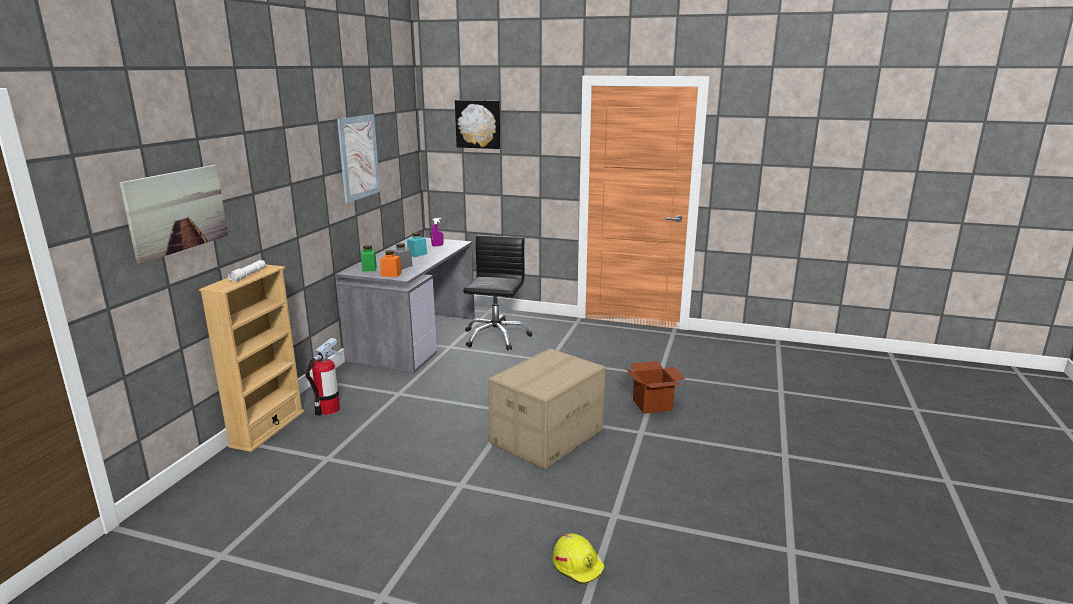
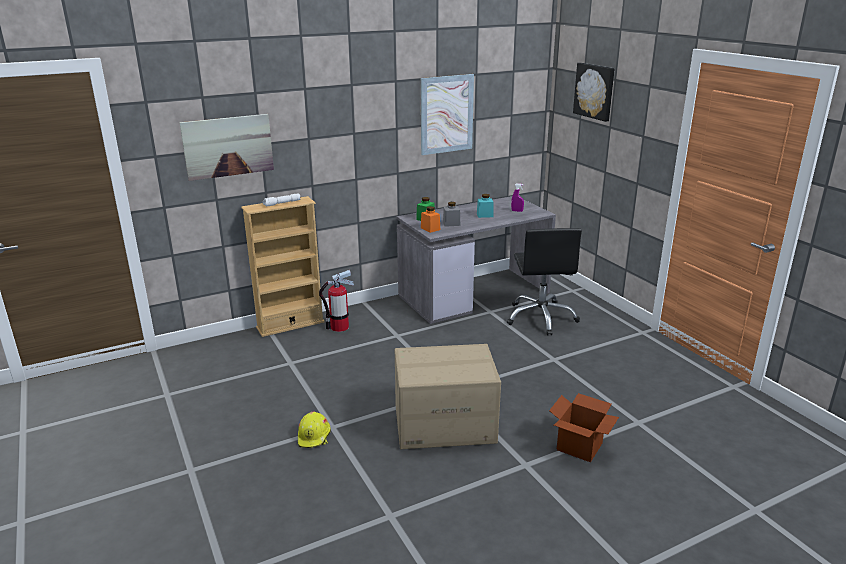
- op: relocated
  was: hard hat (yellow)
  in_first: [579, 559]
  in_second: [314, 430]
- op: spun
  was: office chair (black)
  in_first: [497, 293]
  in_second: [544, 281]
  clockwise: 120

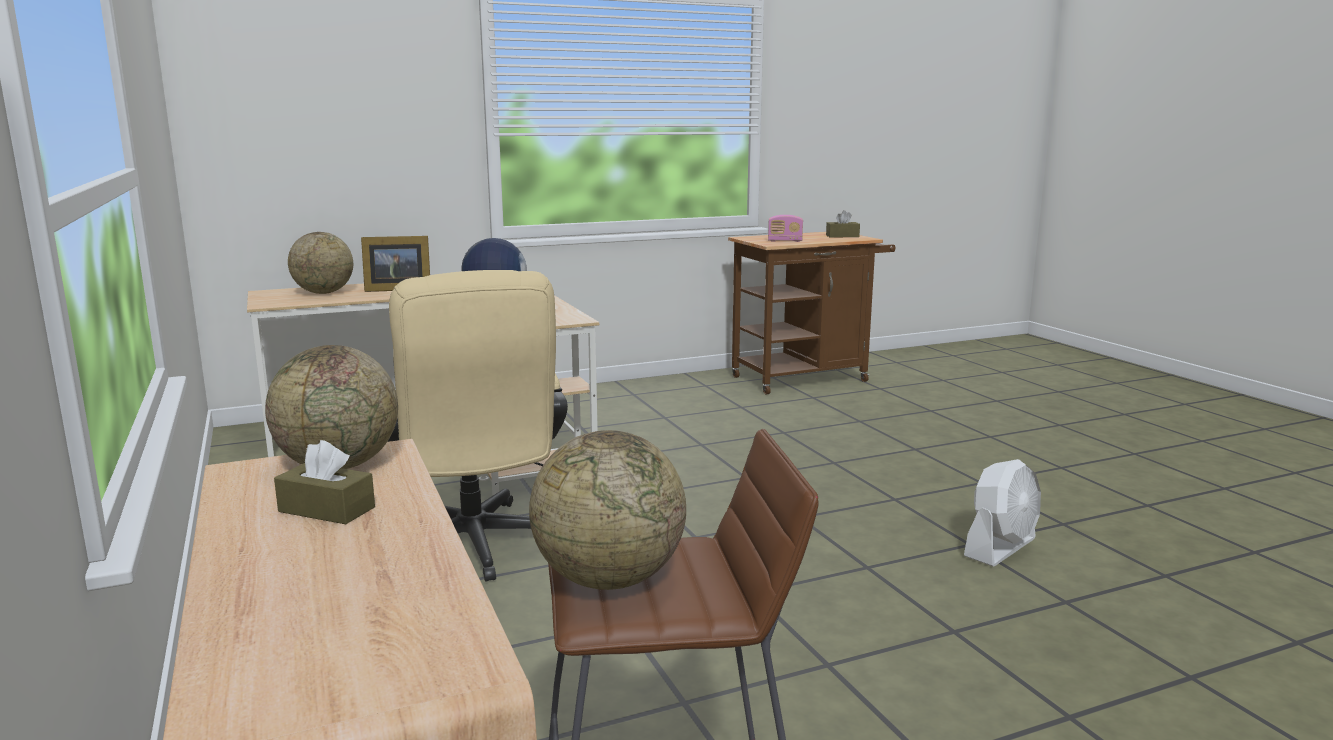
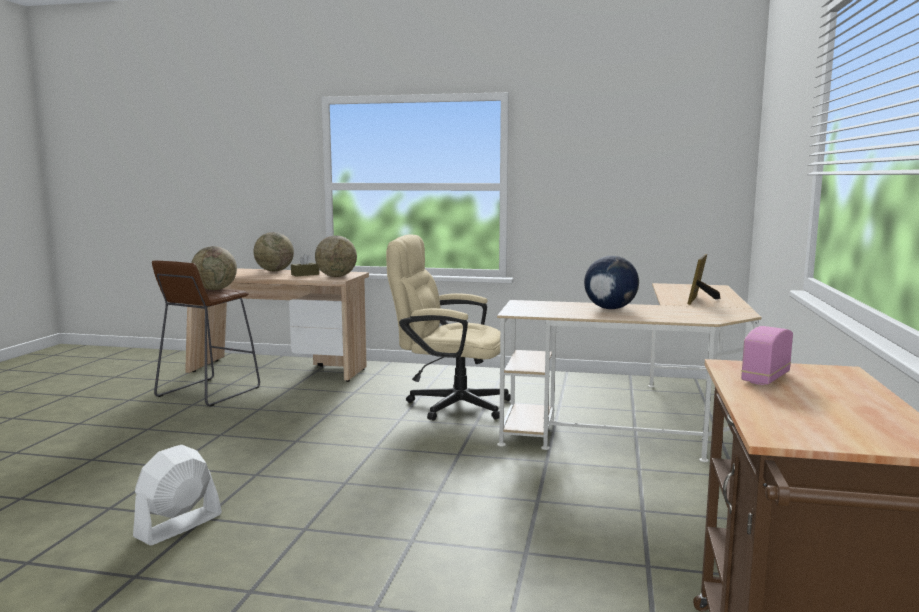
- op: spun
  was: fan (white)
  in_first: [1002, 513]
  in_second: [177, 495]
  clockwise: 45
- op: relocated
  was: globe
  in_first: [320, 263]
  in_second: [273, 251]
- op: missing
  was: tissue box (brown)
  in_first: [843, 223]

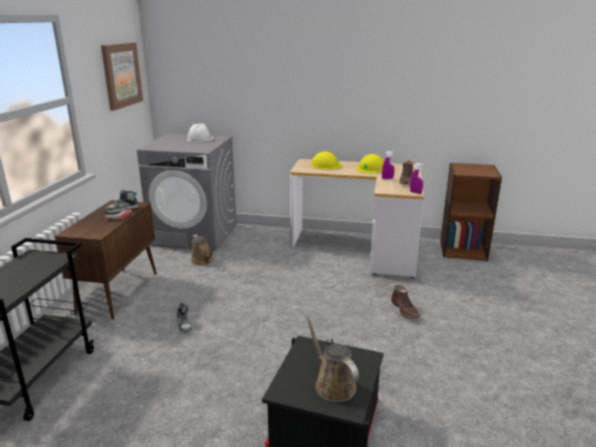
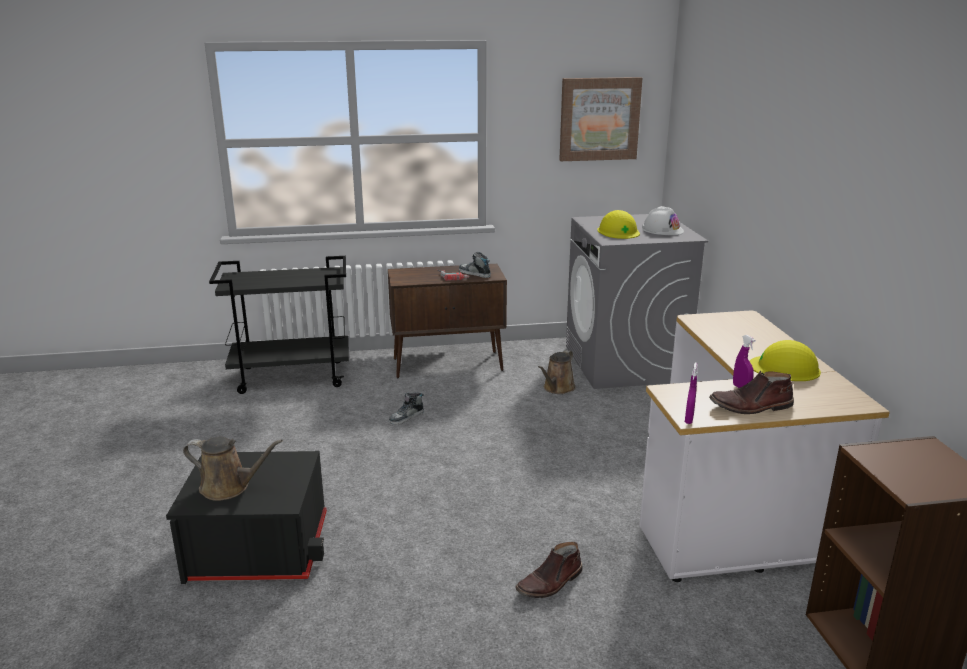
- op: spun
  was: watering can (brown)
  in_first: [332, 358]
  in_second: [233, 469]
  clockwise: 60
- op: relocated
  was: hard hat (yellow)
  in_first: [326, 160]
  in_second: [618, 224]

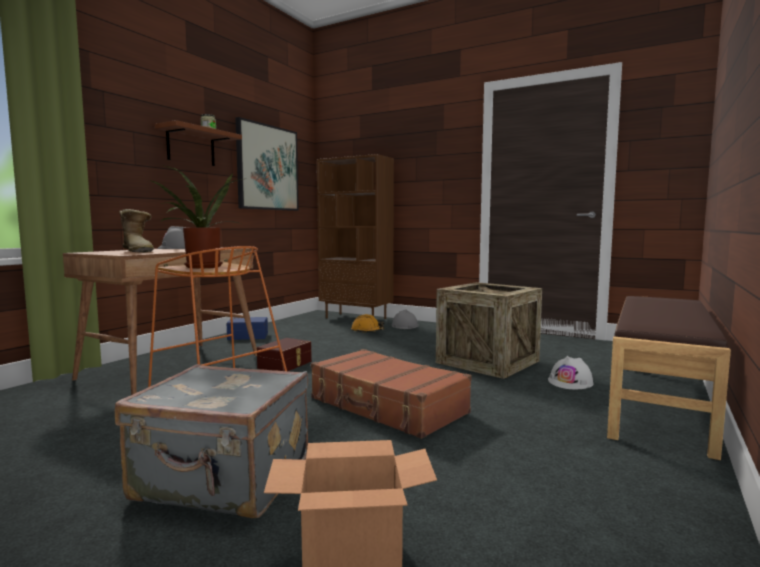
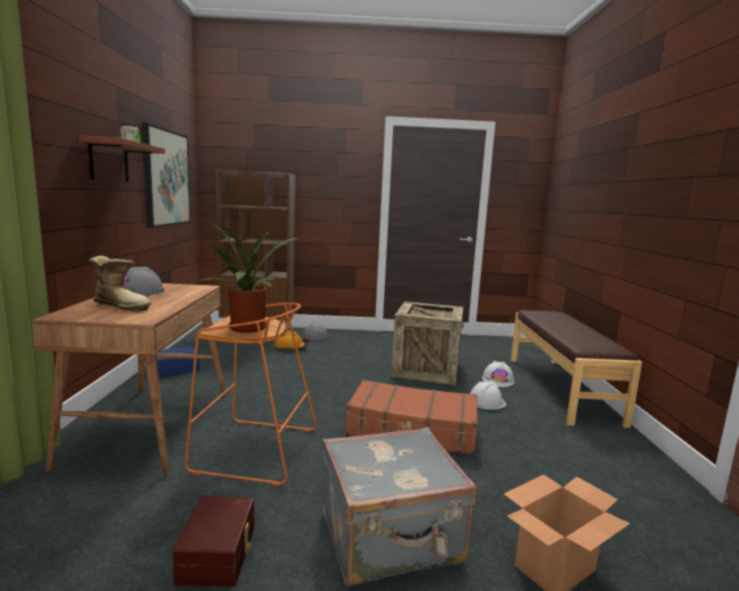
- op: relocated
  was: storage box (brown)
  in_first: [284, 354]
  in_second: [213, 541]
- op: appeared
  now: hard hat (white)
  in_second: [488, 395]

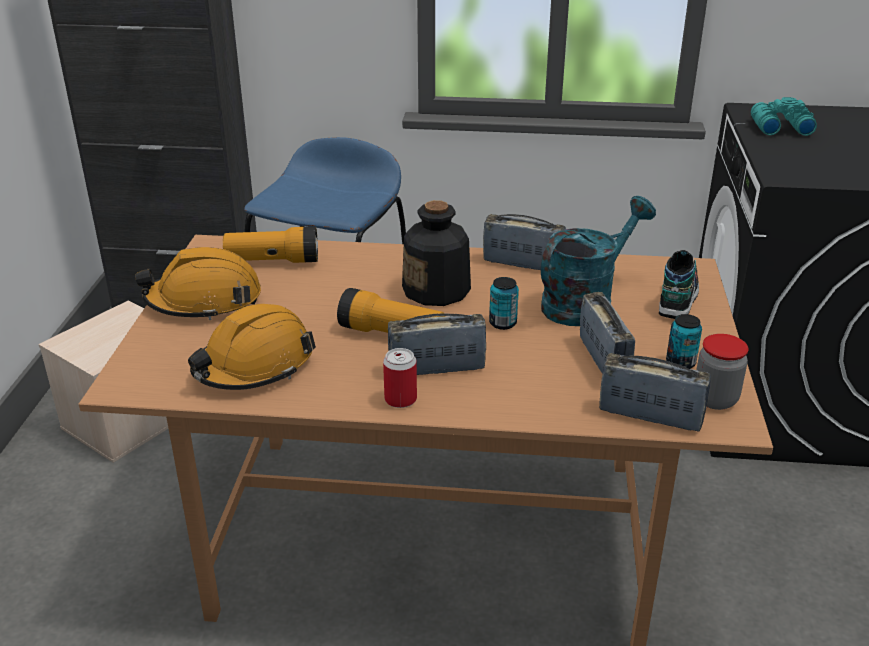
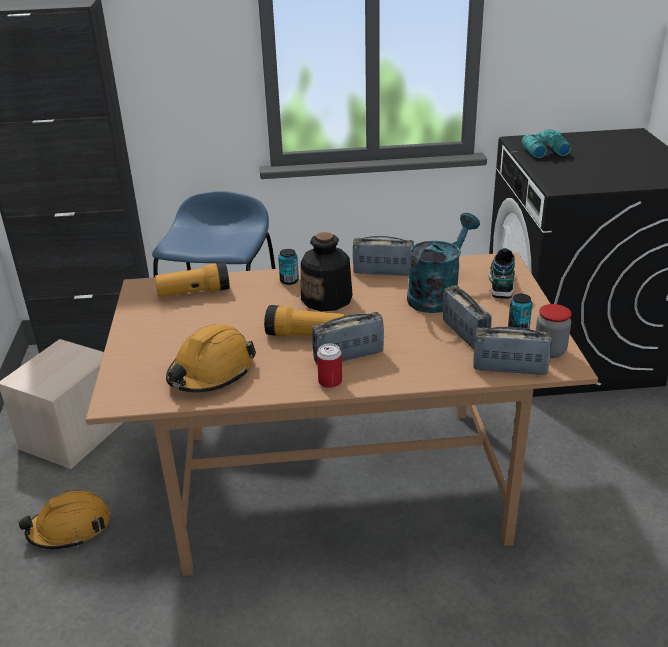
- op: relocated
  was: hard hat (orange)
  in_first: [198, 283]
  in_second: [64, 519]
- op: relocated
  was: can
  in_first: [504, 303]
  in_second: [288, 267]

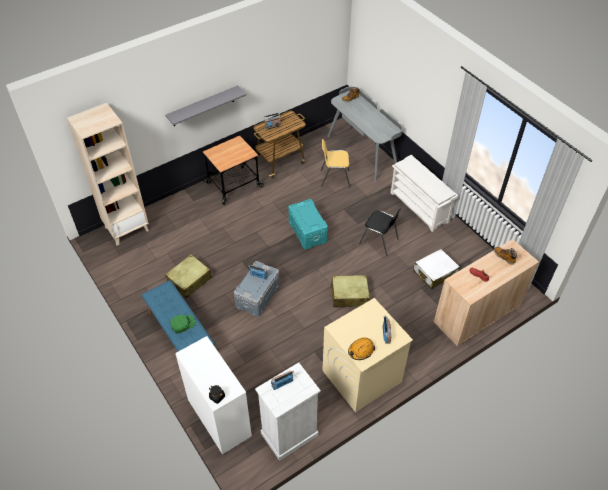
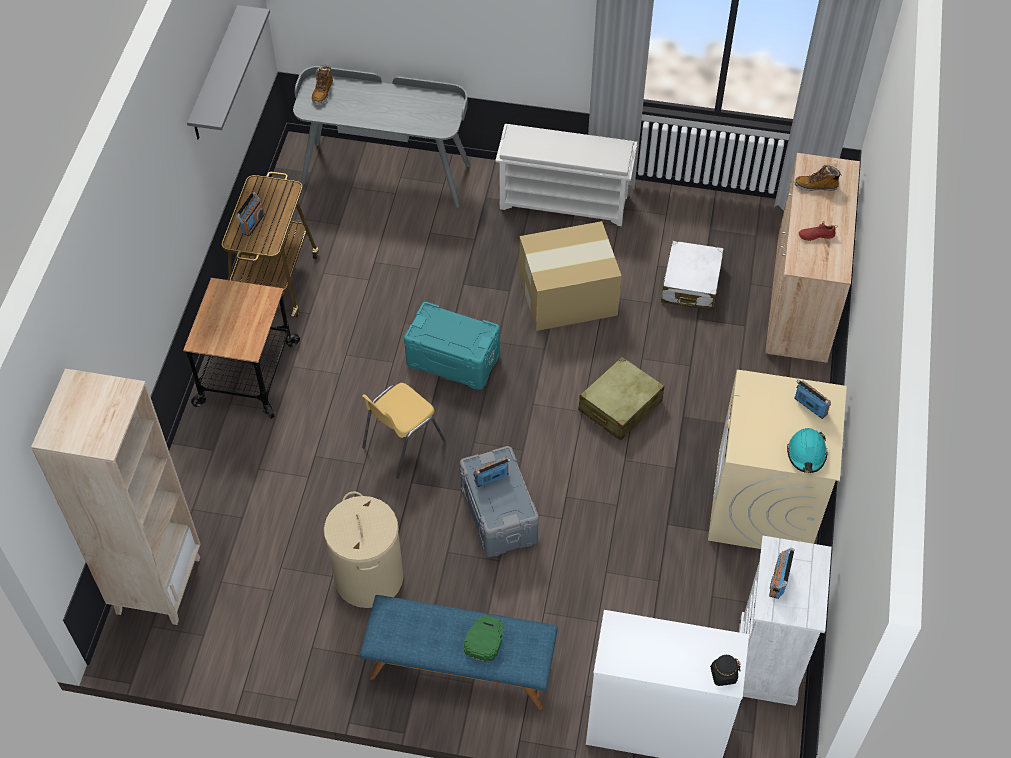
- op: relocated
  was: shelf (grey)
  in_first: [206, 105]
  in_second: [228, 72]
- op: exchanged
  was: suitcase (beige)
  now: laundry basket (beige)
  in_first: [188, 276]
  in_second: [363, 549]
- op: relocated
  was: chair (yellow)
  in_first: [335, 163]
  in_second: [404, 430]
- op: exchanged
  was: chair (black)
  now: cardboard box
  in_first: [380, 232]
  in_second: [570, 276]
- op: colour
  was: hard hat (orange)
  now: hard hat (turquoise)
  in_first: [361, 349]
  in_second: [807, 450]

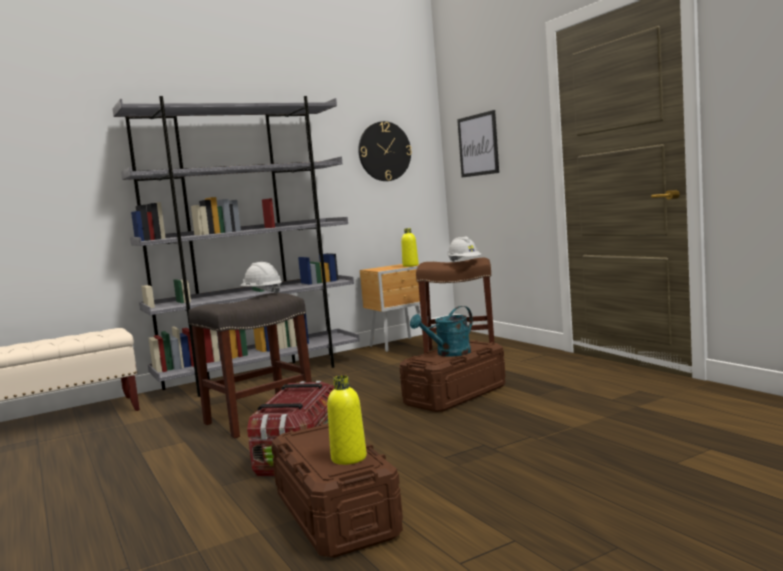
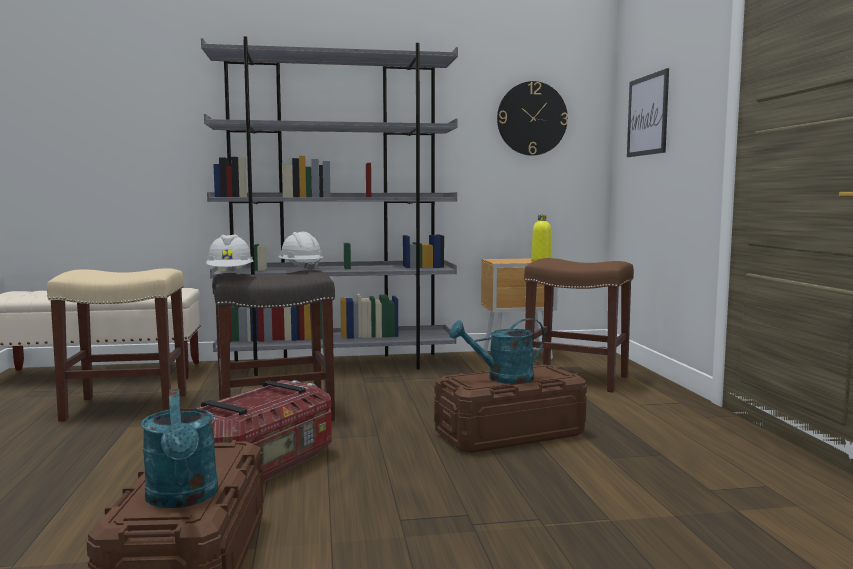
- op: appeared
  now: stool (beige)
  in_second: [117, 344]
- op: exchanged
  was: bottle (yellow)
  now: watering can (turquoise)
  in_first: [347, 420]
  in_second: [179, 448]
- op: relocated
  was: hard hat (white)
  in_first: [464, 249]
  in_second: [230, 253]

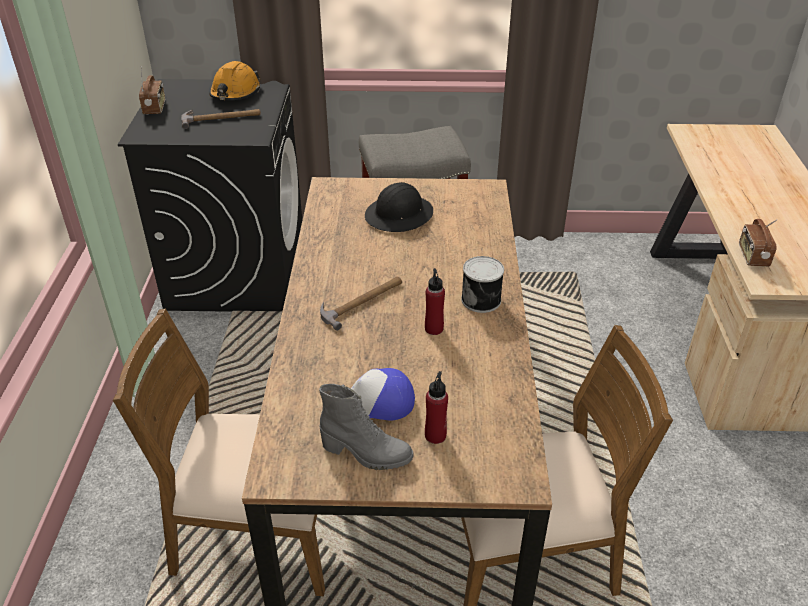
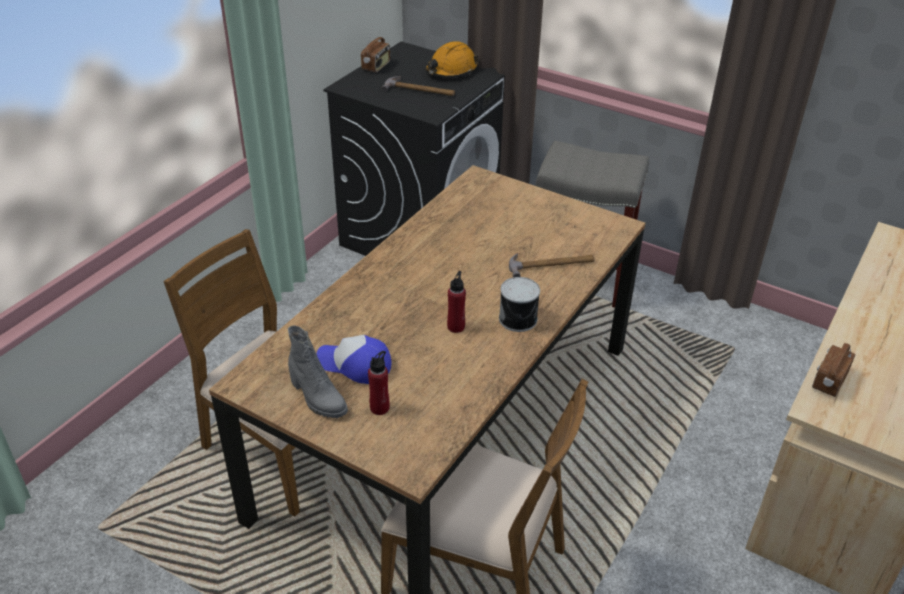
- op: relocated
  was: hammer
  in_first: [361, 304]
  in_second: [552, 265]
- op: missing
  was: hard hat (black)
  in_first: [399, 207]

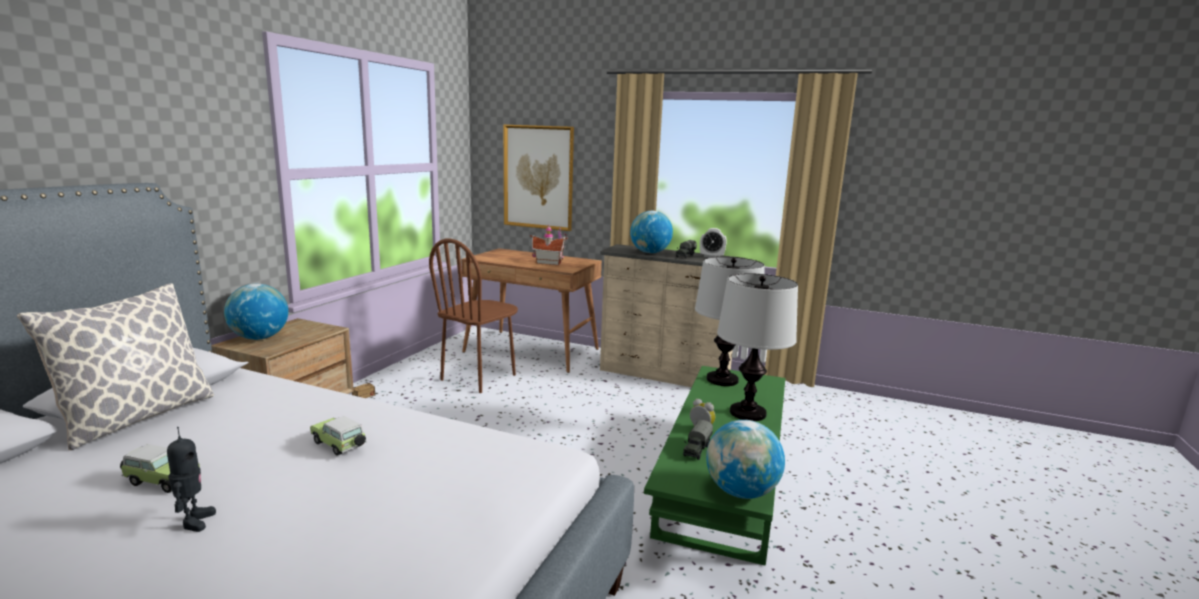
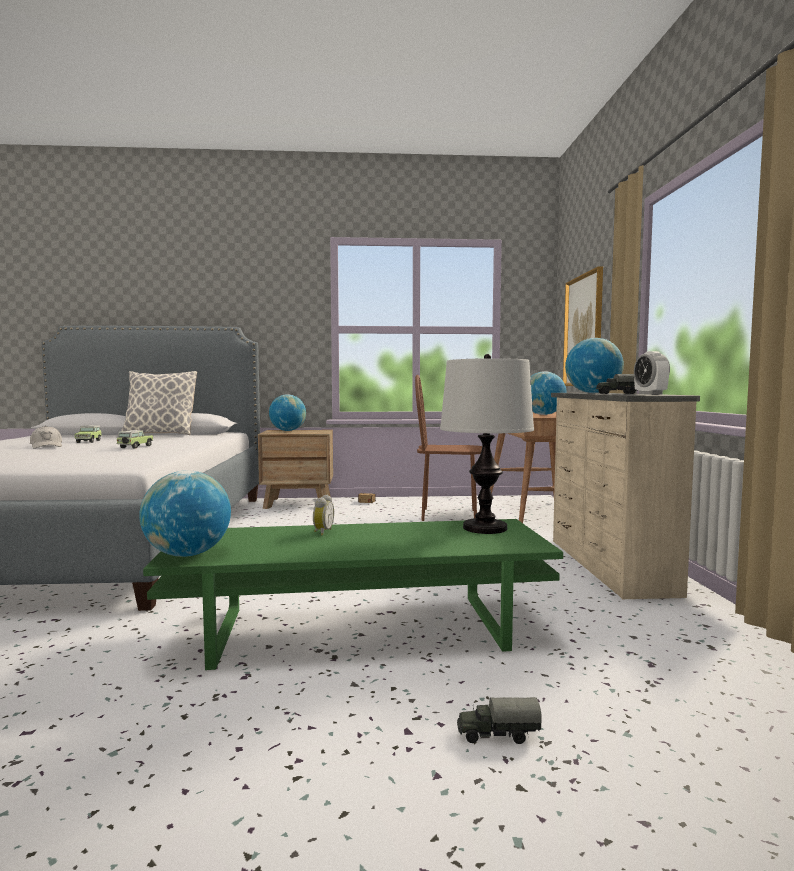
- op: exchanged
  was: toy robot
  now: cap (white)
  in_first: [191, 479]
  in_second: [46, 437]
- op: relocated
  was: toy truck
  in_first: [698, 440]
  in_second: [499, 720]
- op: exchanged
  was: toy house
  now: globe
  in_first: [549, 245]
  in_second: [548, 393]
- op: missing
  was: table lamp
  in_first: [757, 347]

